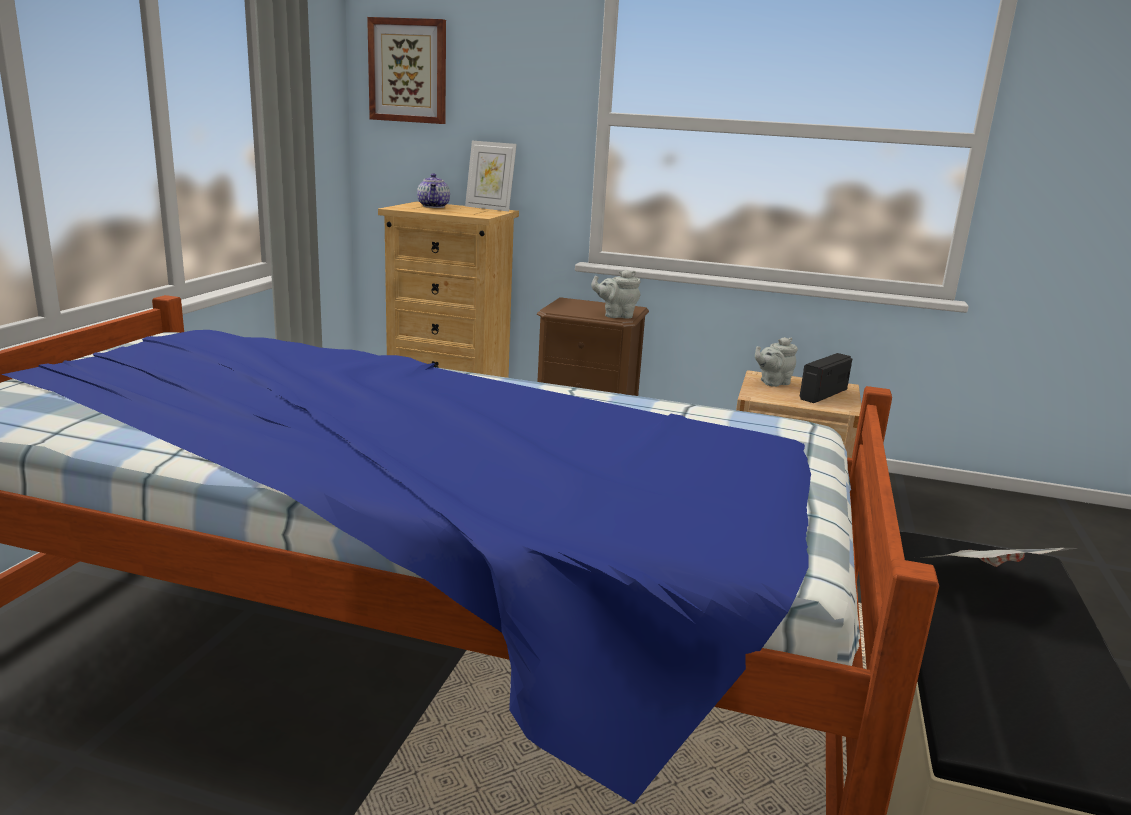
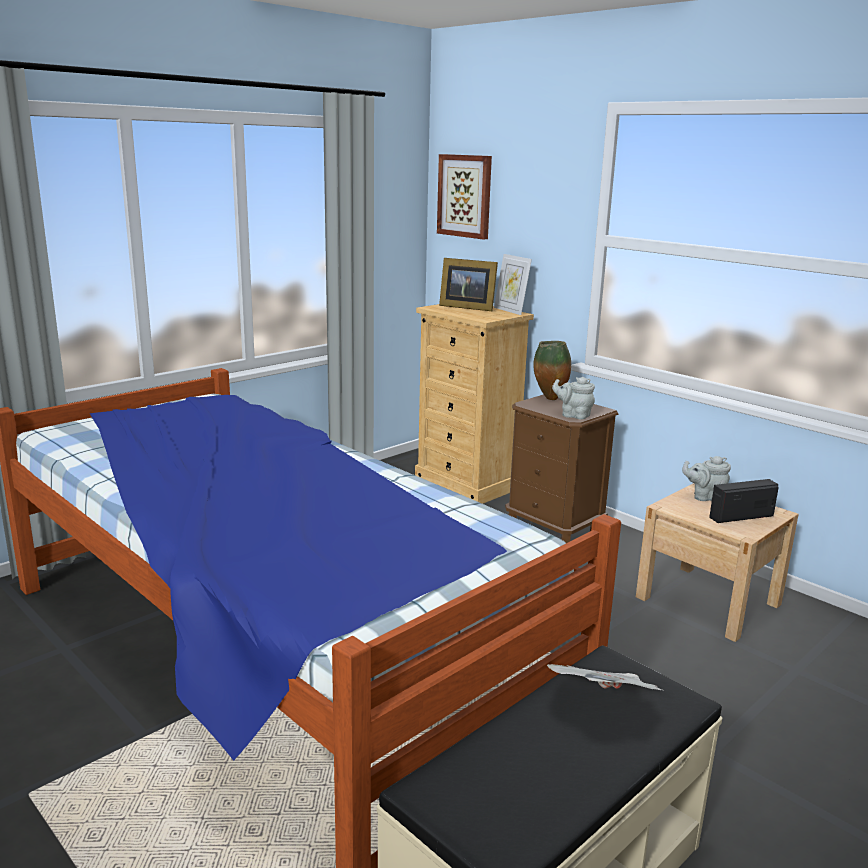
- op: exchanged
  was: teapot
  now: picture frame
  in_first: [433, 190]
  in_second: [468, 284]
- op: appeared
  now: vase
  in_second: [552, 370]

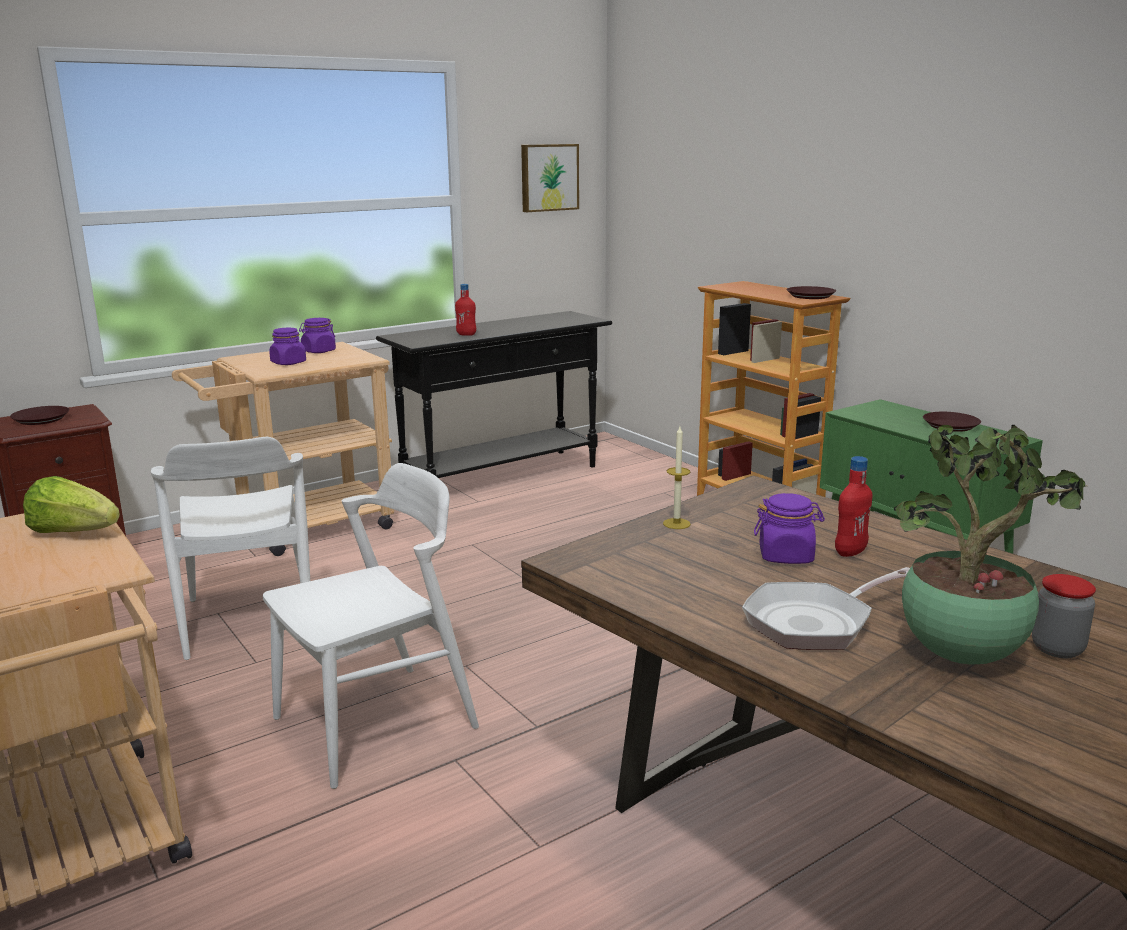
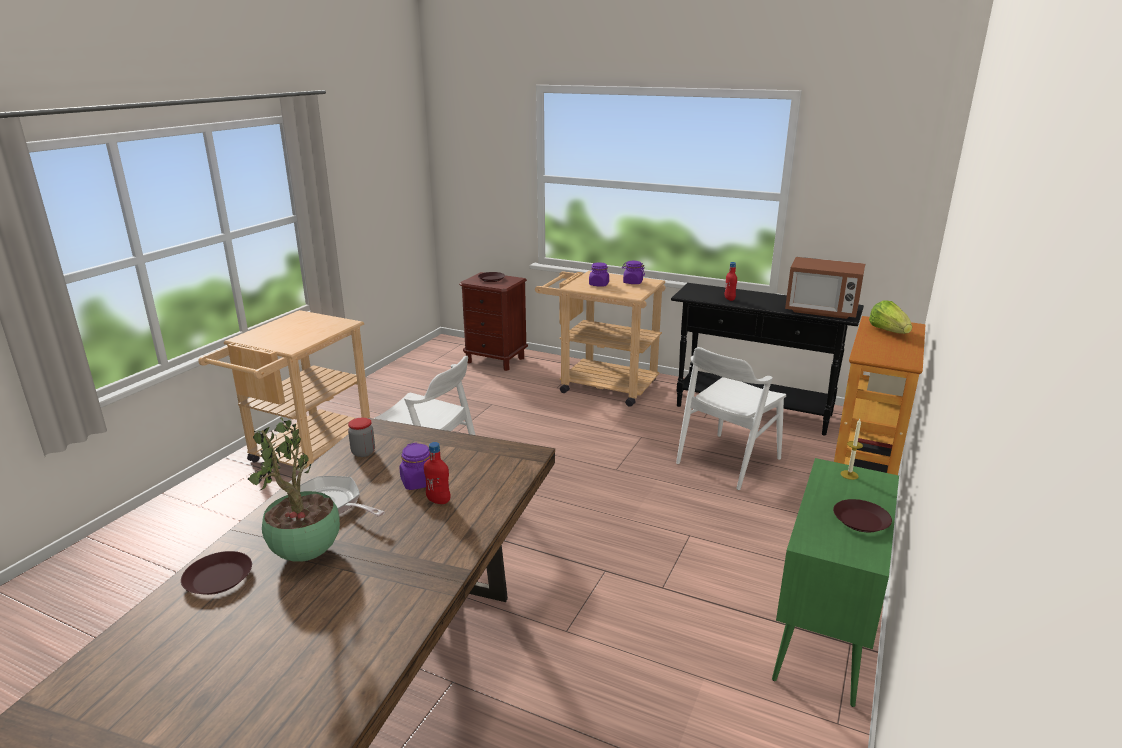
- op: relocated
  was: plate (brown)
  in_first: [811, 292]
  in_second: [216, 573]
- op: relocated
  was: jar
  in_first: [1064, 616]
  in_second: [361, 437]
- op: relocated
  was: chair (white)
  in_first: [230, 548]
  in_second: [731, 418]
- op: appeared
  now: microwave
  in_second: [825, 288]
- op: relocated
  was: candle
  in_first: [677, 477]
  in_second: [852, 449]
- op: relocated
  was: lettuce
  in_first: [71, 504]
  in_second: [890, 317]
- op: missing
  was: picture
  in_first: [550, 178]

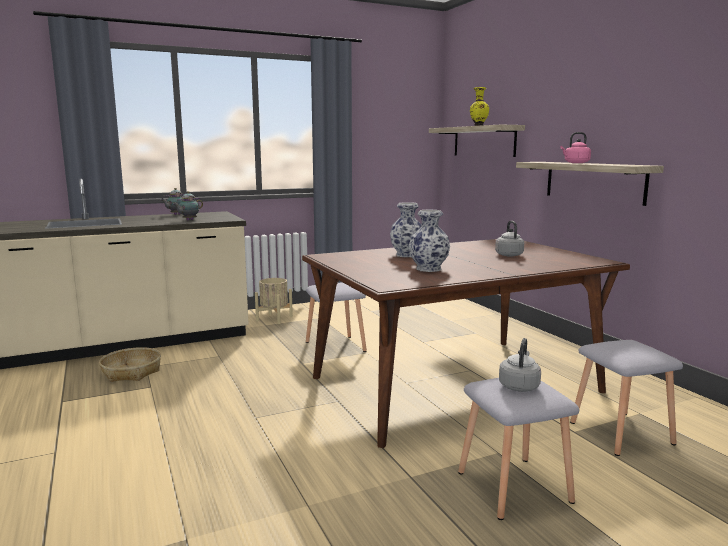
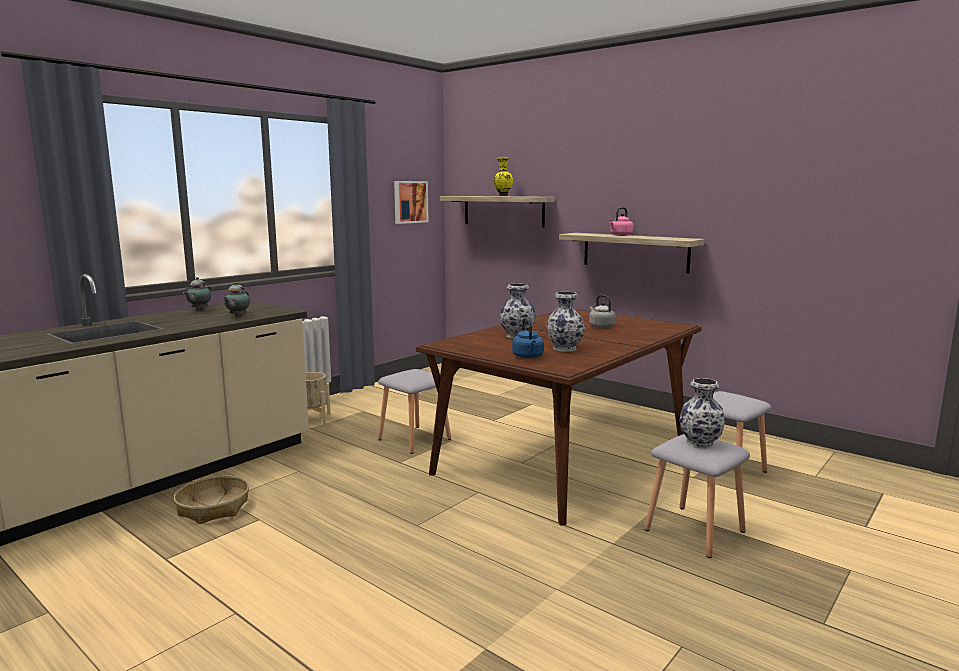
- op: appeared
  now: picture
  in_second: [411, 202]
- op: appeared
  now: kettle (blue)
  in_second: [528, 337]
- op: exchanged
  was: kettle (grey)
  now: vase
  in_first: [520, 365]
  in_second: [702, 413]

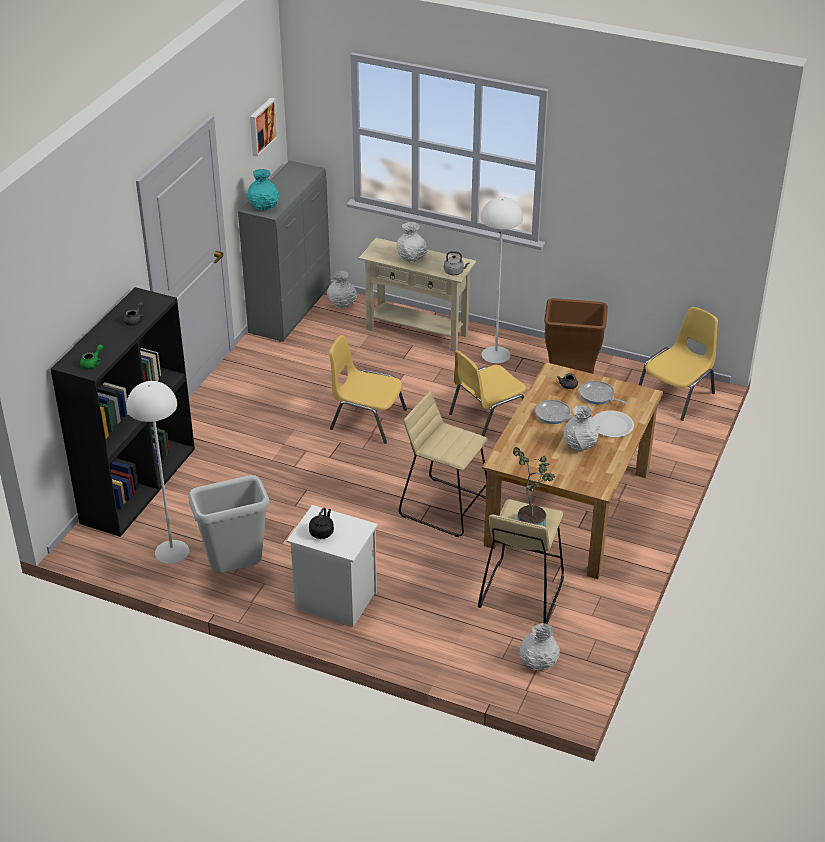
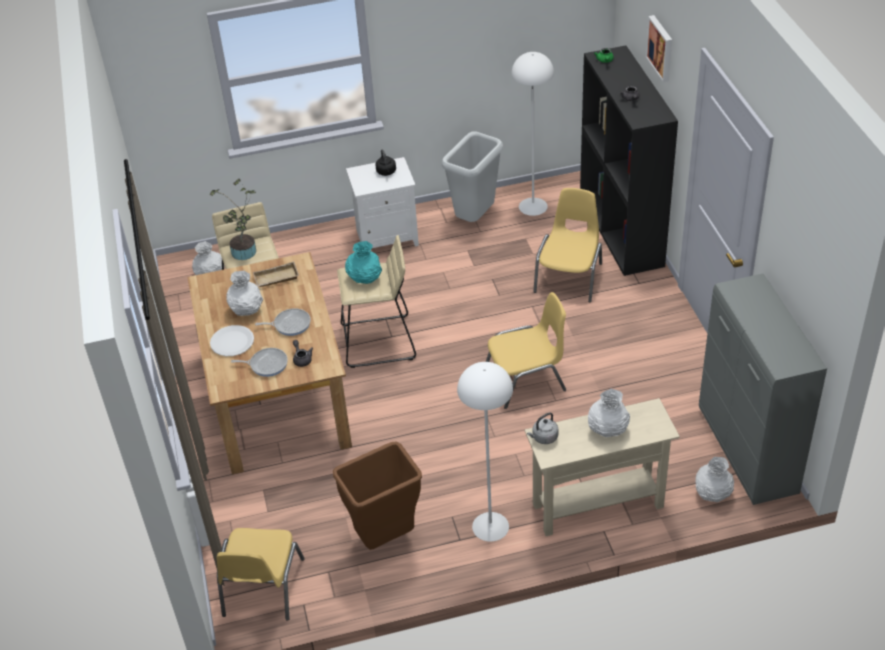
- op: appeared
  now: tray (beige)
  in_second: [276, 274]
- op: relocated
  was: vase (turquoise)
  in_first: [263, 189]
  in_second: [363, 262]
- op: relocated
  was: chair (yellow)
  in_first: [487, 393]
  in_second: [567, 245]
- op: relocated
  was: picture
  in_first: [264, 127]
  in_second: [659, 48]

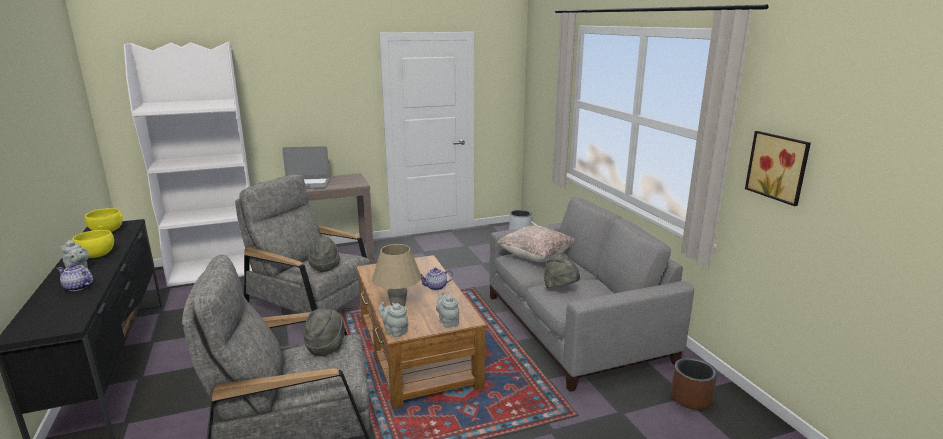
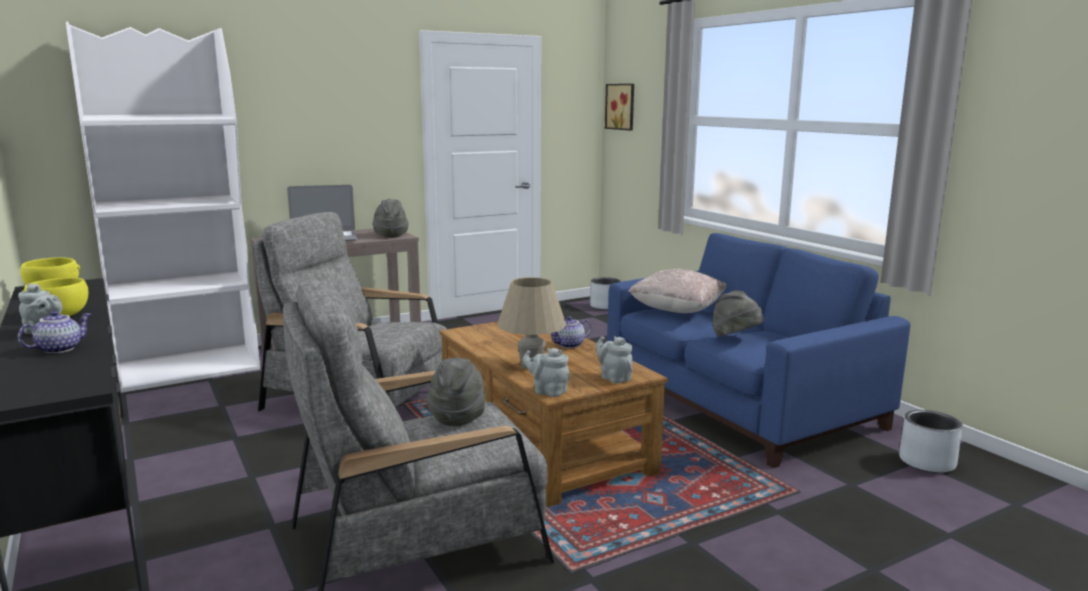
- op: spun
  was: teapot
  in_first: [75, 277]
  in_second: [54, 332]
  clockwise: 120
- op: relocated
  was: hat (grey)
  in_first: [324, 254]
  in_second: [390, 218]
- op: relocated
  was: picture
  in_first: [778, 168]
  in_second: [619, 107]
- op: colour
  was: sofa (grey)
  now: sofa (blue)
  in_first: [592, 294]
  in_second: [758, 350]
- op: colour
  was: planter (brown)
  now: planter (grey)
  in_first: [694, 384]
  in_second: [931, 441]

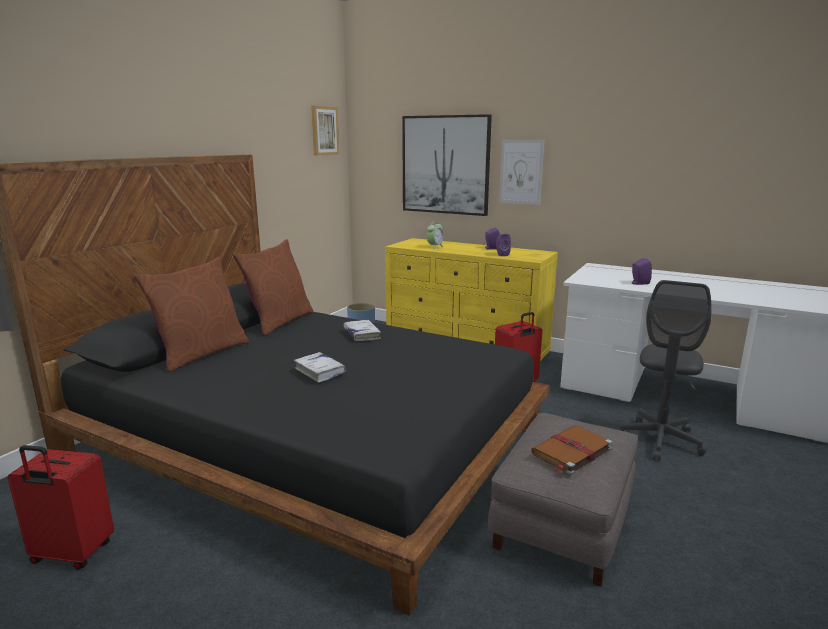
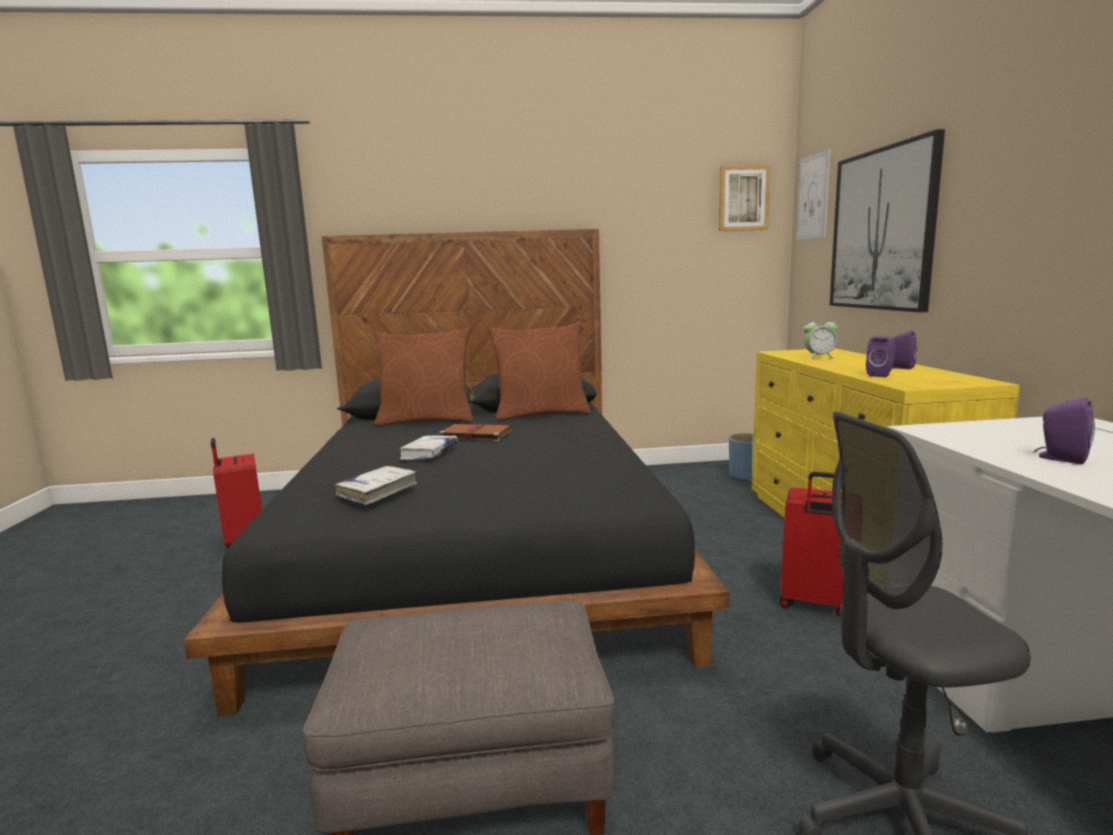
- op: relocated
  was: book (white)
  in_first: [362, 330]
  in_second: [375, 485]
- op: relocated
  was: book (brown)
  in_first: [572, 449]
  in_second: [475, 433]
- op: relocated
  was: picture
  in_first: [521, 172]
  in_second: [814, 195]

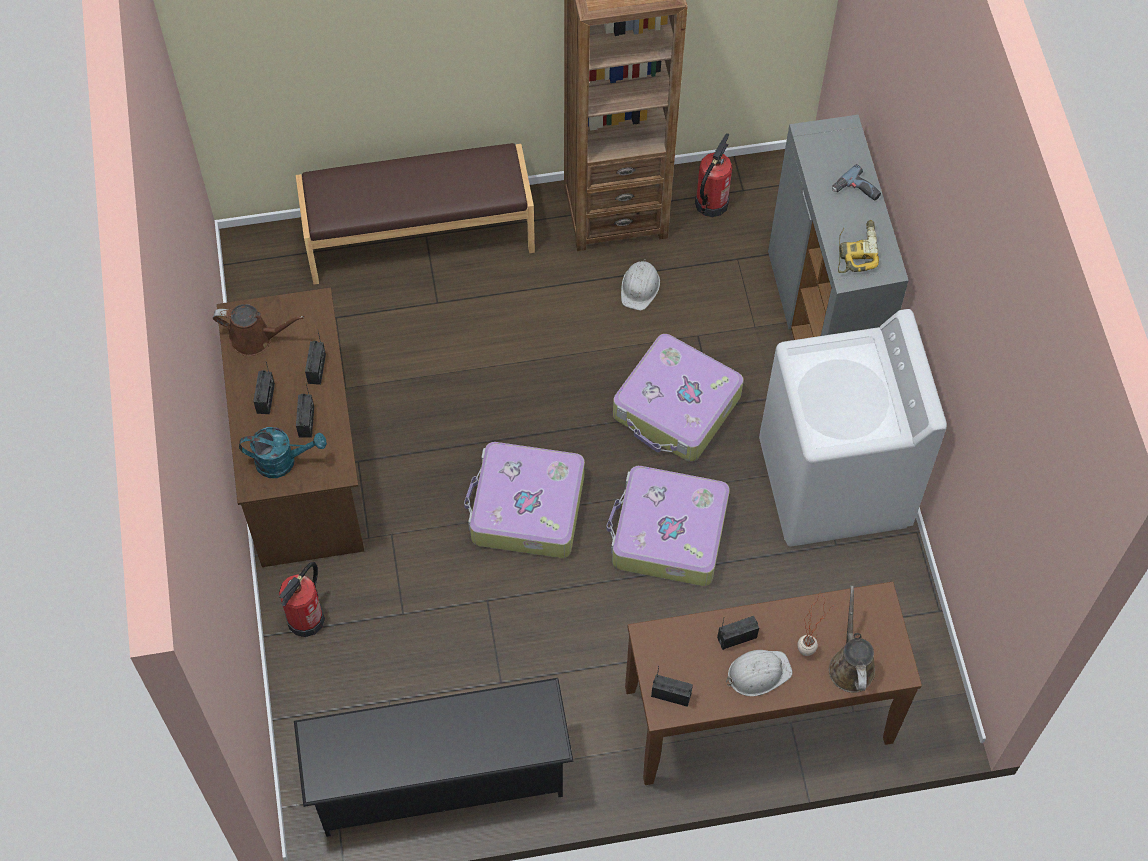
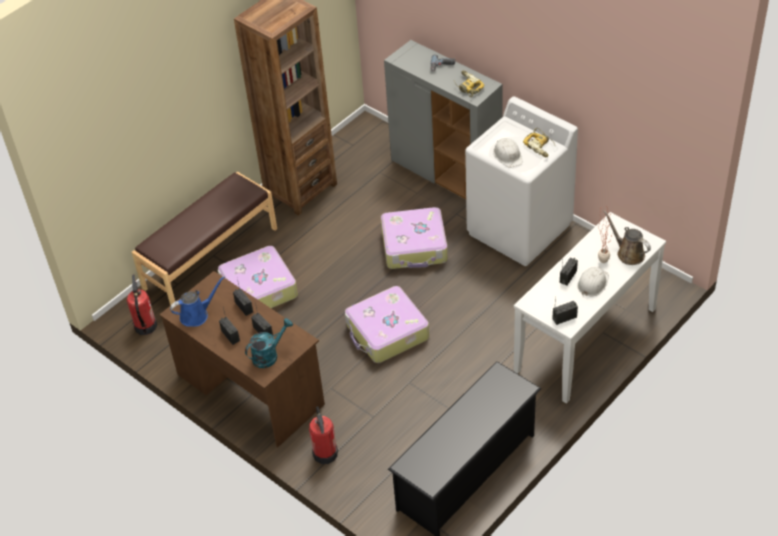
- op: relocated
  was: fire extinguisher
  in_first: [714, 175]
  in_second: [142, 304]
- op: colour
  was: watering can (brown)
  now: watering can (blue)
  in_first: [258, 330]
  in_second: [197, 301]
- op: relocated
  was: suitcase
  in_first: [668, 526]
  in_second: [258, 277]
- op: relocated
  was: hard hat (white)
  in_first: [640, 284]
  in_second: [507, 153]
- op: colour
  was: console table (brown)
  now: console table (white)
  in_first: [773, 683]
  in_second: [590, 308]
- op: appeared
  now: power drill
  in_second: [539, 143]

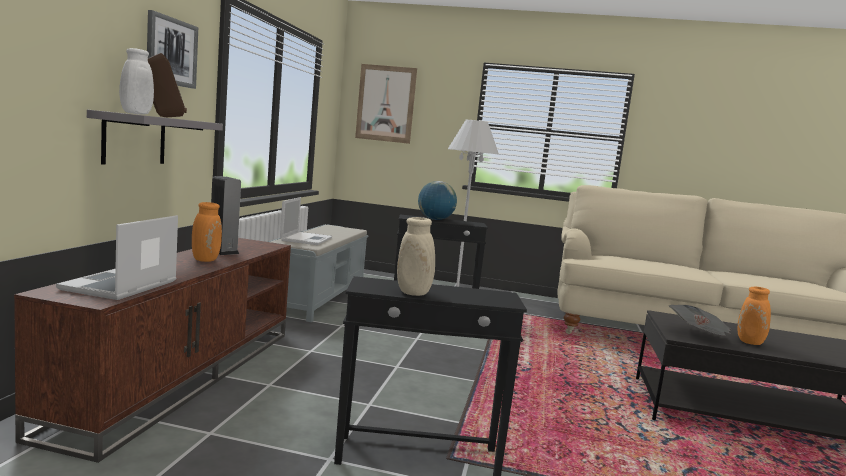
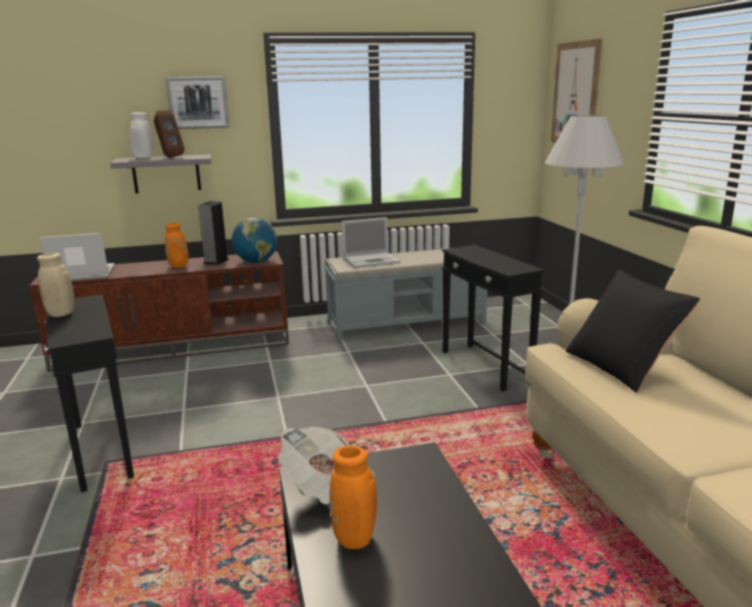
- op: relocated
  was: globe
  in_first: [437, 200]
  in_second: [254, 240]
- op: appeared
  now: pillow (black)
  in_second: [633, 331]

